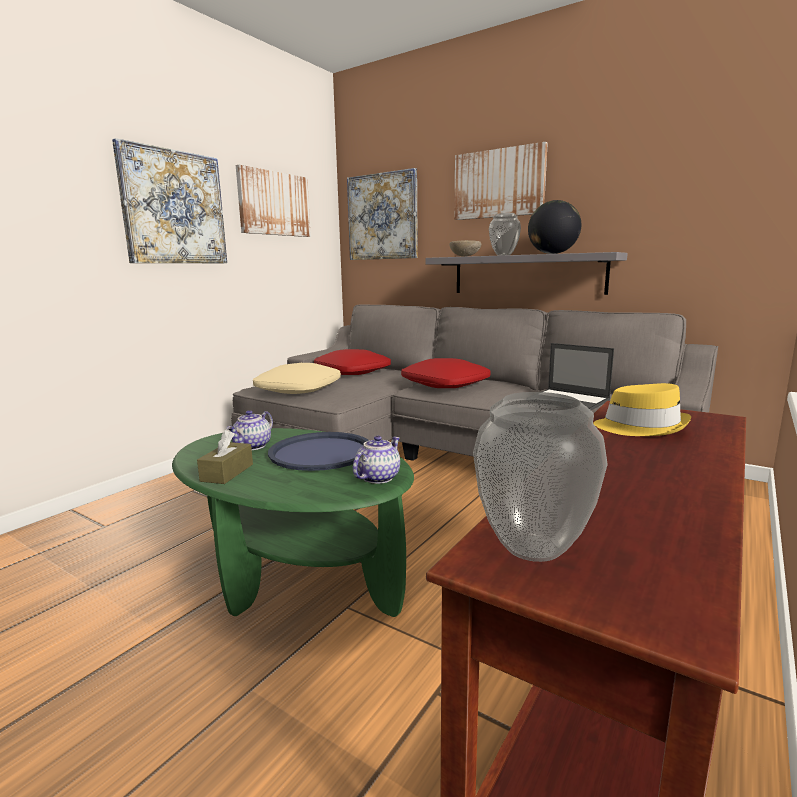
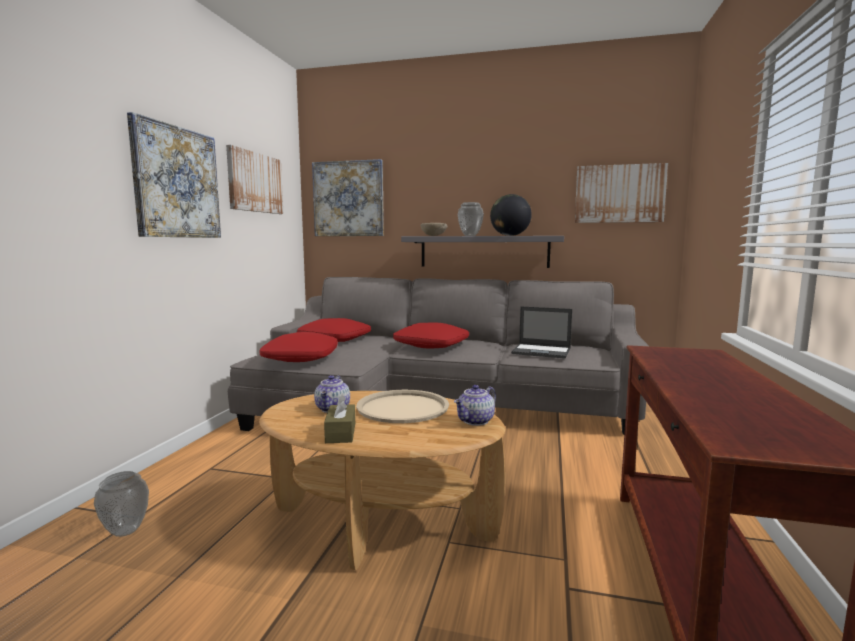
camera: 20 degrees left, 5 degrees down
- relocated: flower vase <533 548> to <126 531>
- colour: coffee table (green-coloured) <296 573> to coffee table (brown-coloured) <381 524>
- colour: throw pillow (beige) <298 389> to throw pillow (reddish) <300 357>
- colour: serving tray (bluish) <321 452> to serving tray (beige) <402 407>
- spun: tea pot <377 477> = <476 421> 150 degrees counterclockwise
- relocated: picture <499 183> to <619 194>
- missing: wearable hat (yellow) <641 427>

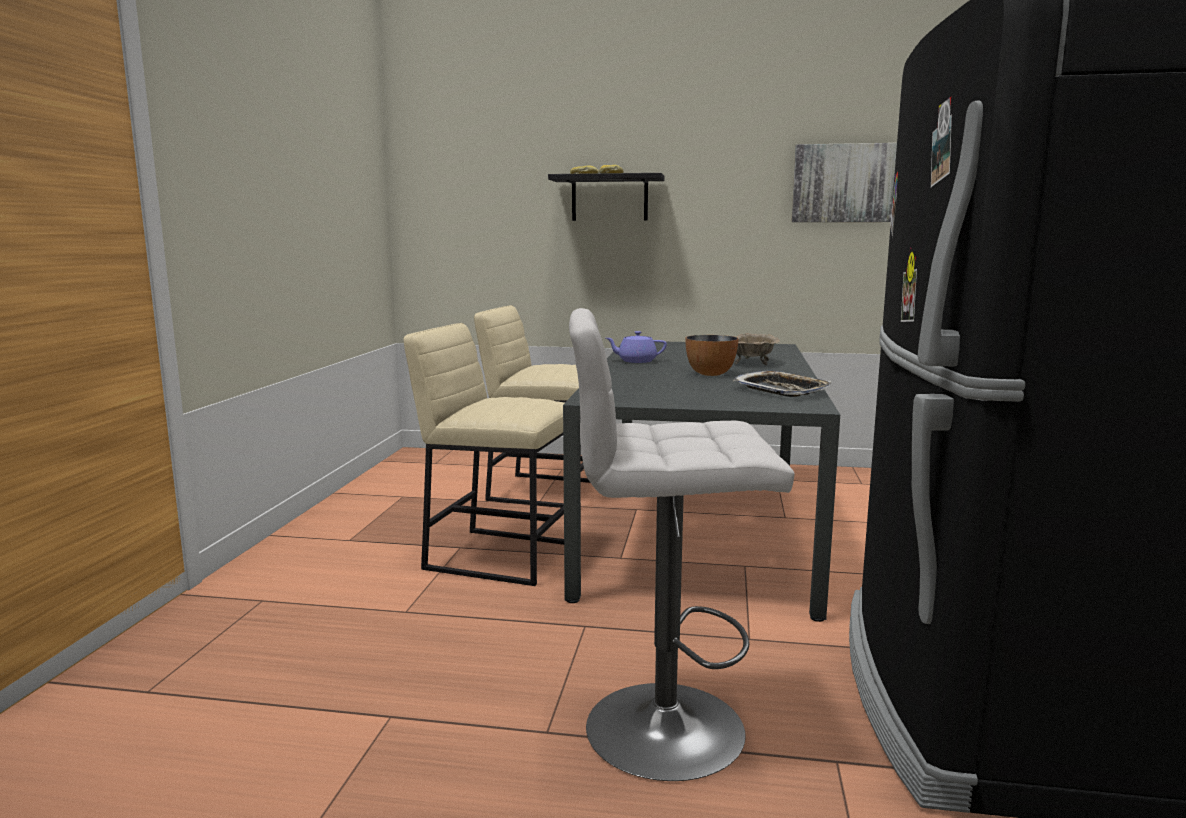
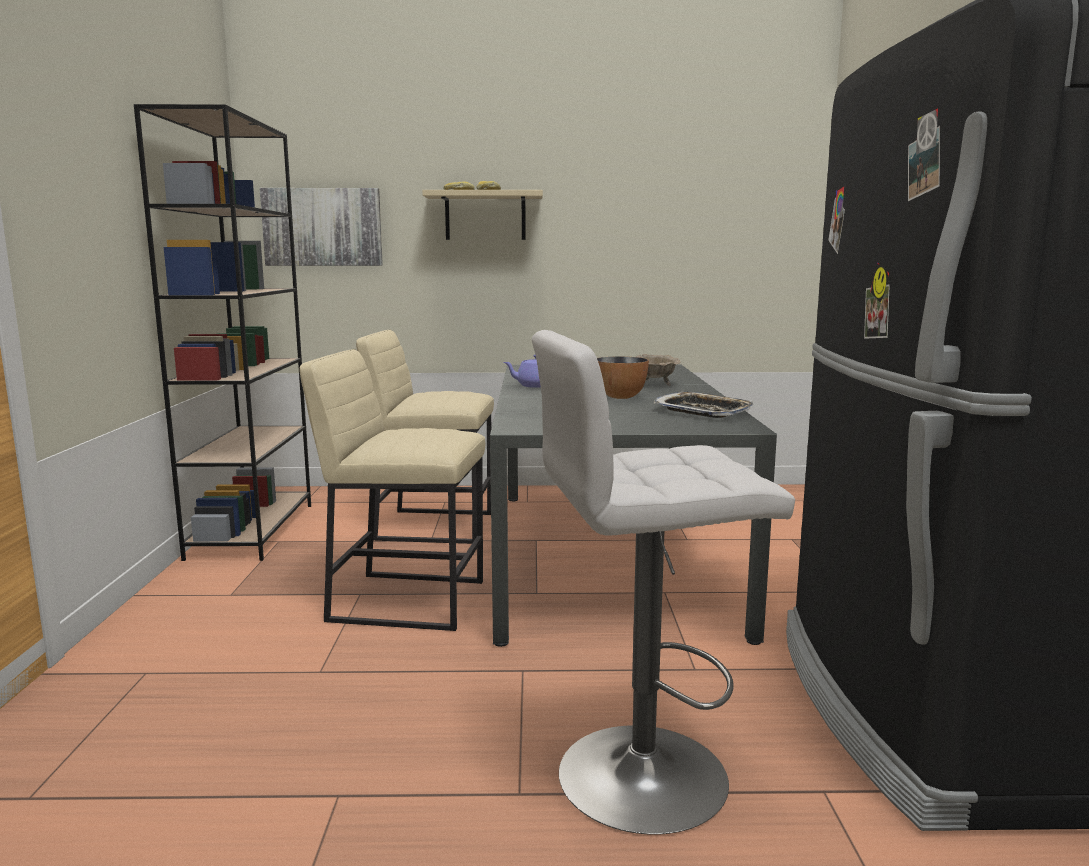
camera: 10 degrees left, 0 degrees up
- appeared: bookshelf (beige) <252 530>
- relocated: picture <853 183> to <322 227>
- colour: shelf (blackish) <609 198> to shelf (beige) <485 216>

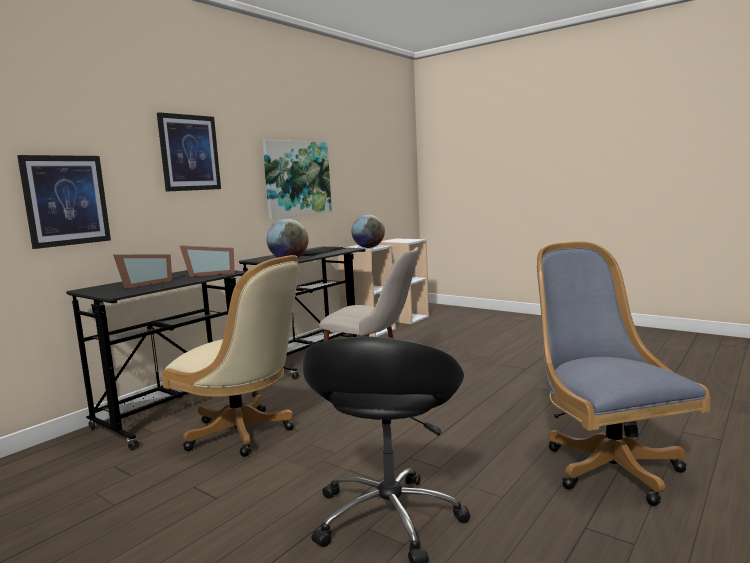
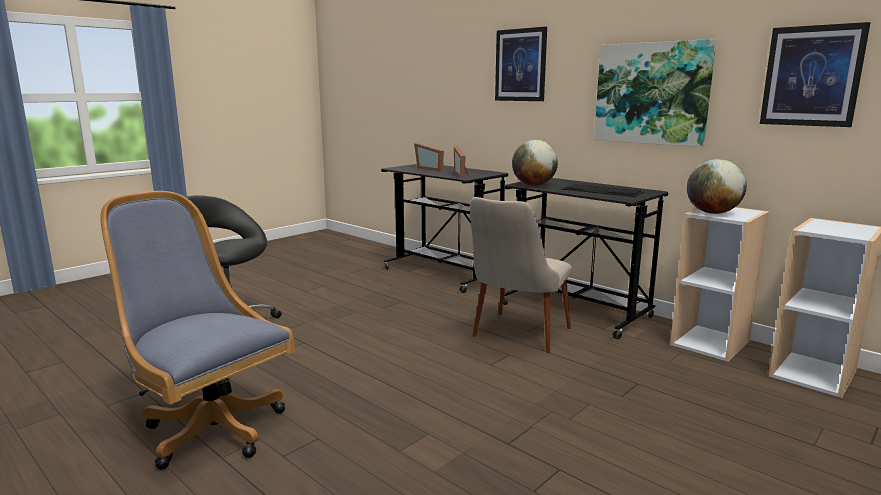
camera: 95 degrees right, 5 degrees up
- spun: computer chair (bluish) <604 464> = <207 426> 135 degrees counterclockwise
- relocated: picture <66 200> to <811 76>
- missing: computer chair (beige) <246 435>

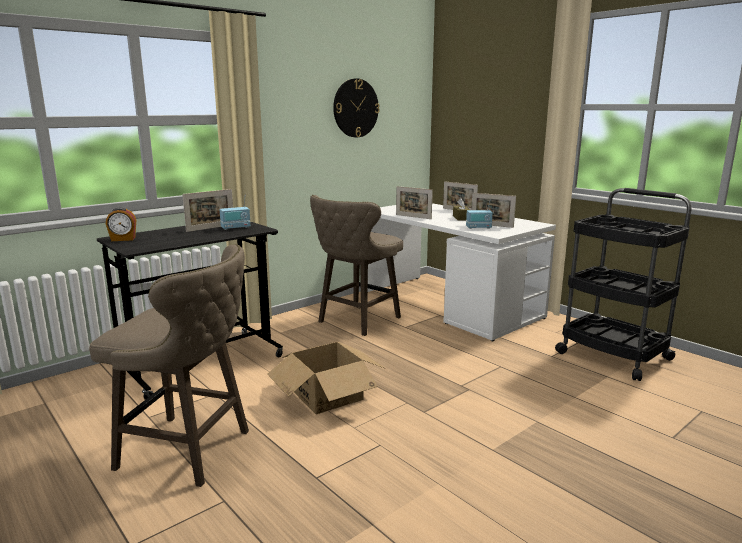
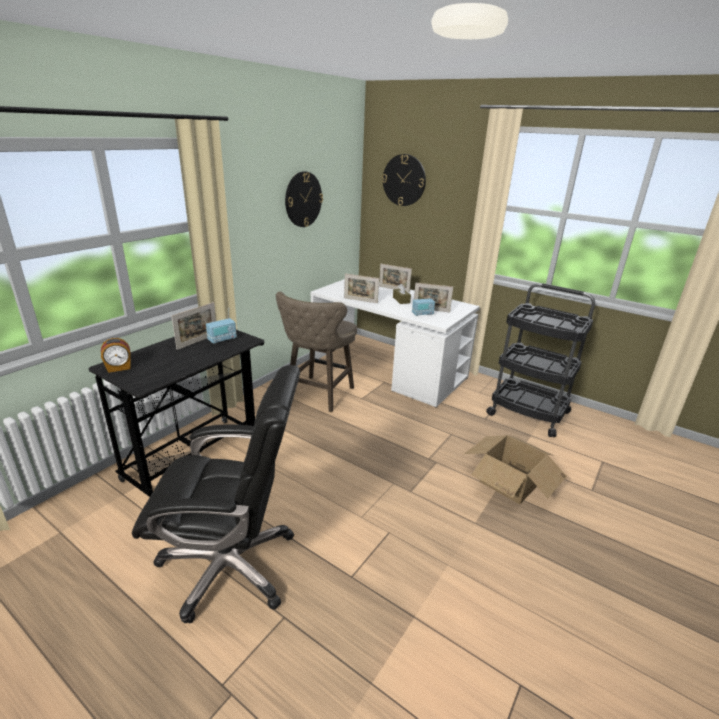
camera: 15 degrees left, 10 degrees up
- exchanged: stool seat (beige) <190 450> to computer chair (blackish) <230 566>
- appeared: hanging clock <404 180>
- relocated: packing box <328 395> to <510 482>

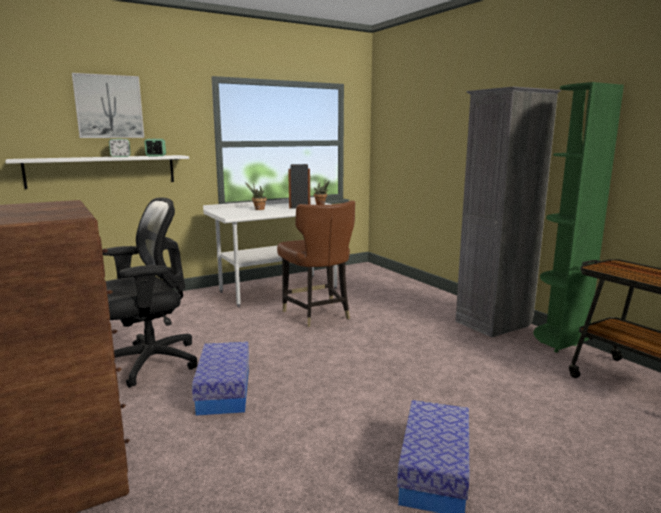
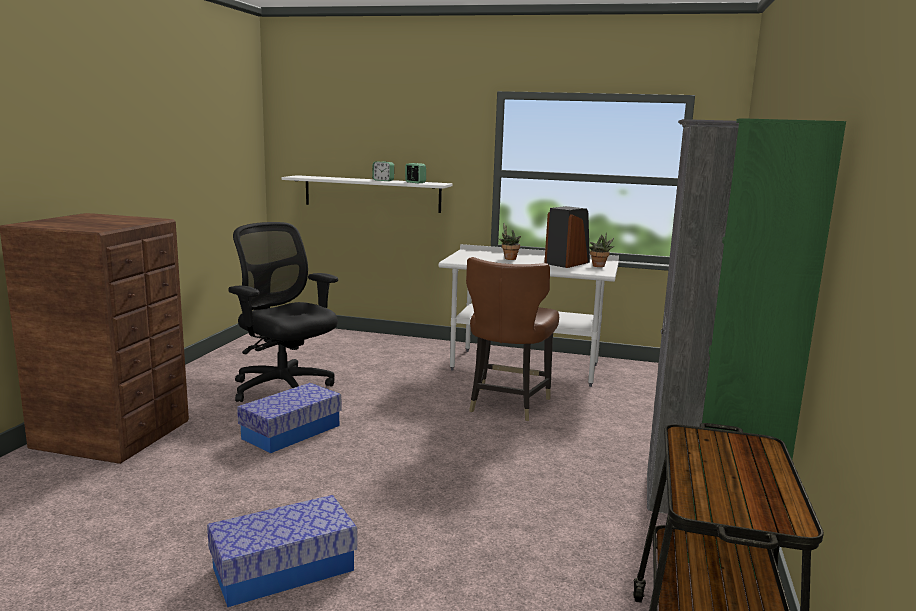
camera: 45 degrees right, 0 degrees up
- spun: computer chair (blackish) <144 365> = <287 389> 150 degrees counterclockwise
- missing: picture <109 106>

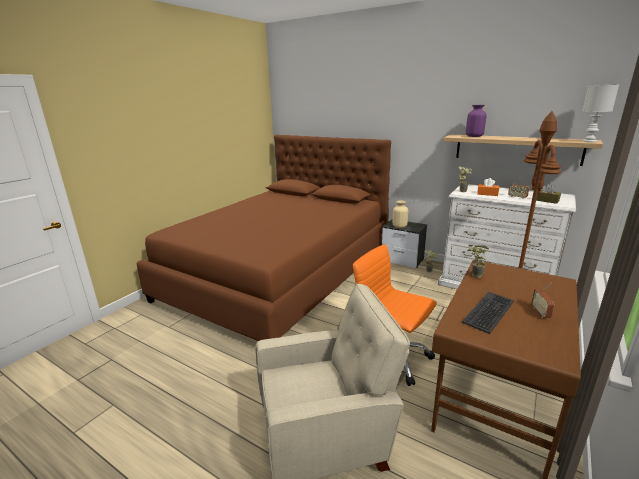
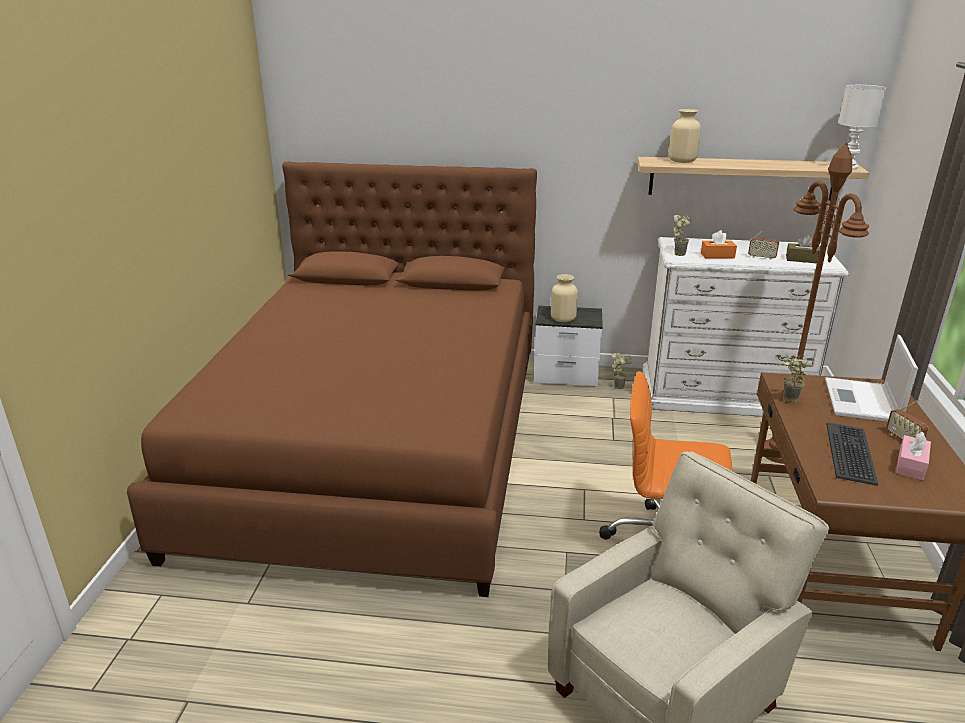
camera: 25 degrees left, 5 degrees up
- colour: flower vase (purplish) <474 136> to flower vase (beige) <682 161>
- appeared: notebook computer <862 401>
- appeared: tissue box (pinkish) <911 465>

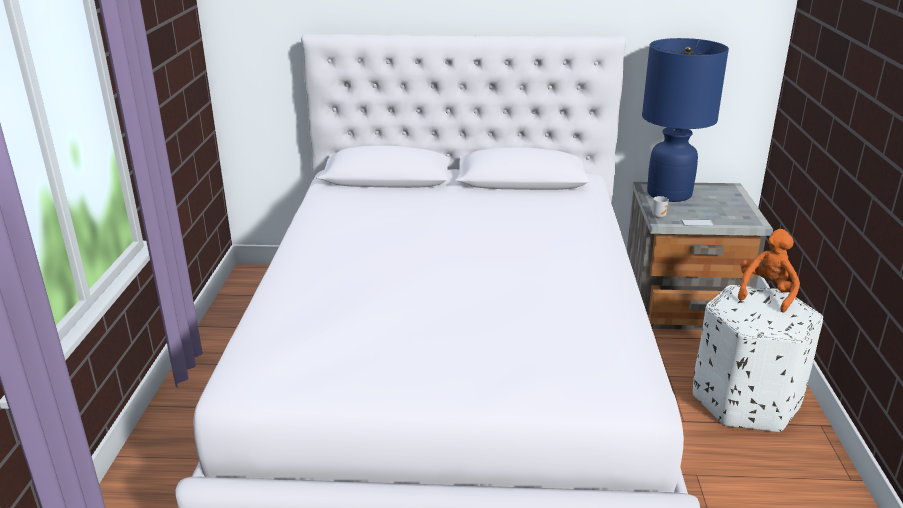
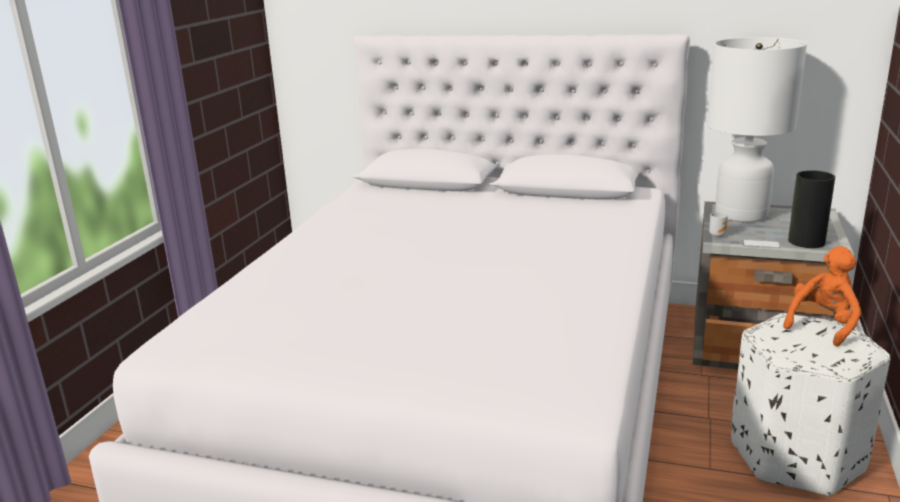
camera: 15 degrees right, 5 degrees down
- colour: lamp for a table (bluish) <668 194> to lamp for a table (white) <740 214>
- appeared: flower vase <805 241>

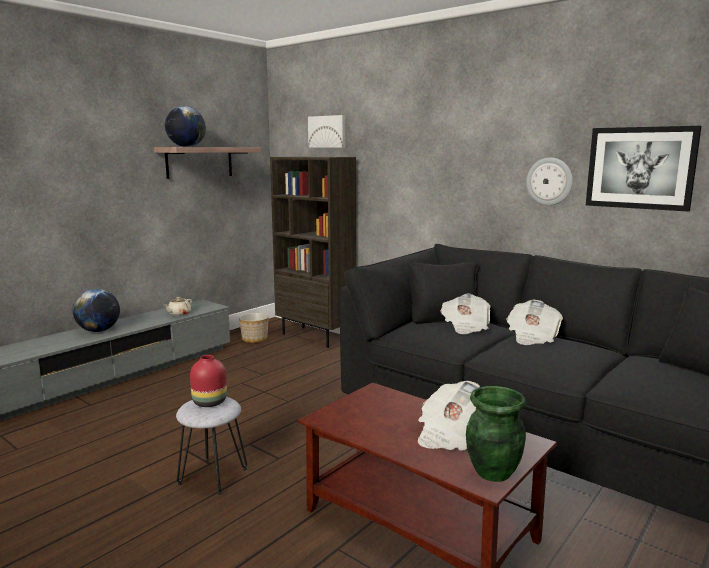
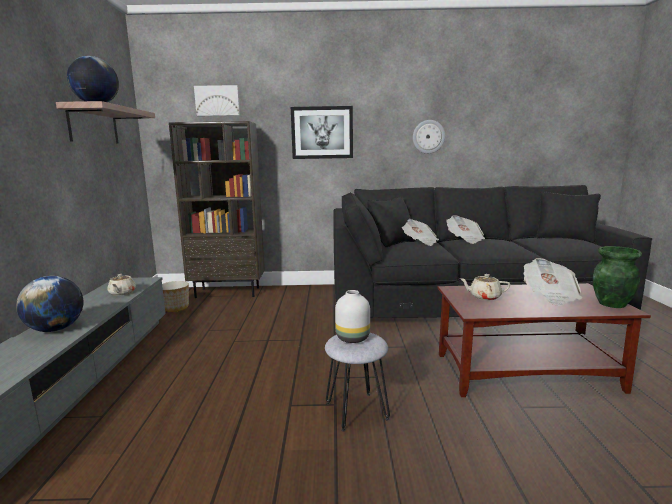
camera: 40 degrees left, 0 degrees up
- relocated: picture <640 168> to <322 132>
- colour: flower vase (reddish) <209 402> to flower vase (white) <352 338>
- appeared: tea pot (beige) <484 297>

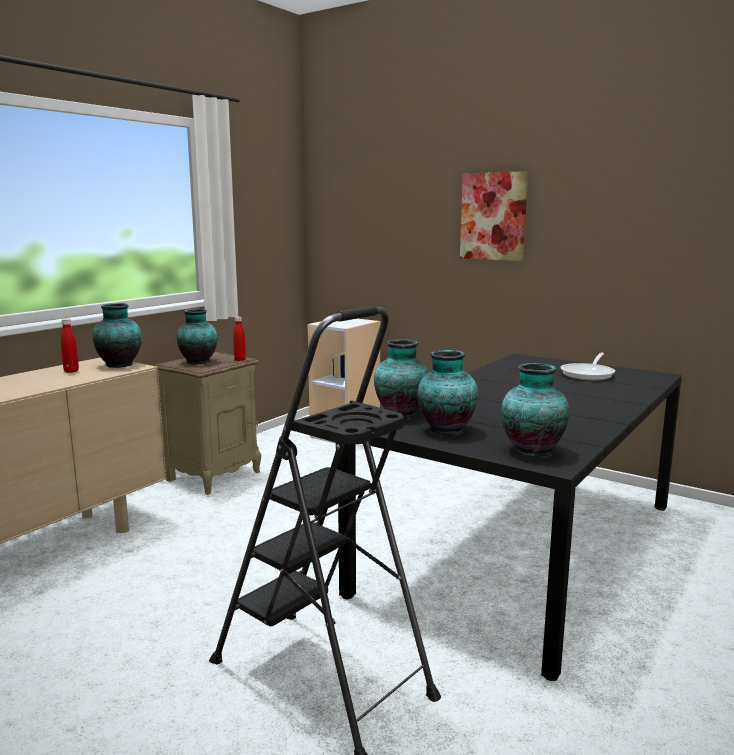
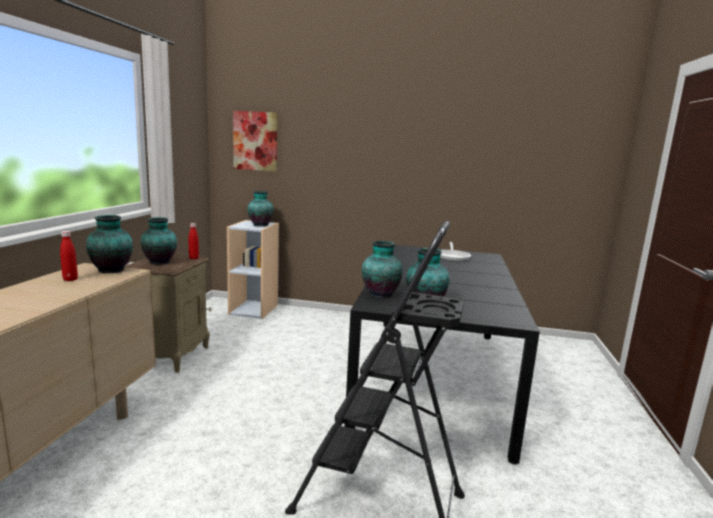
camera: 25 degrees left, 0 degrees up
- relocated: picture <493 216> to <255 141>
- relocated: flower vase <531 450> to <260 225>

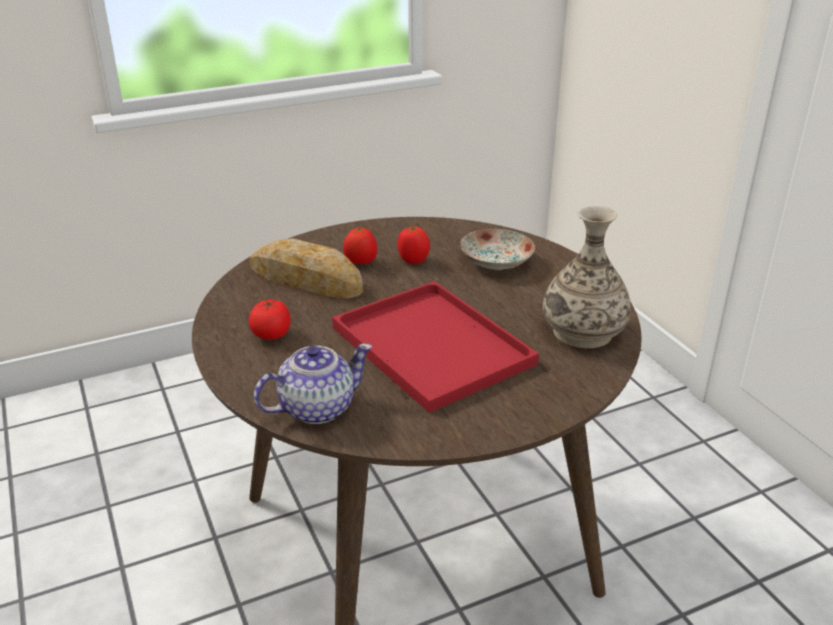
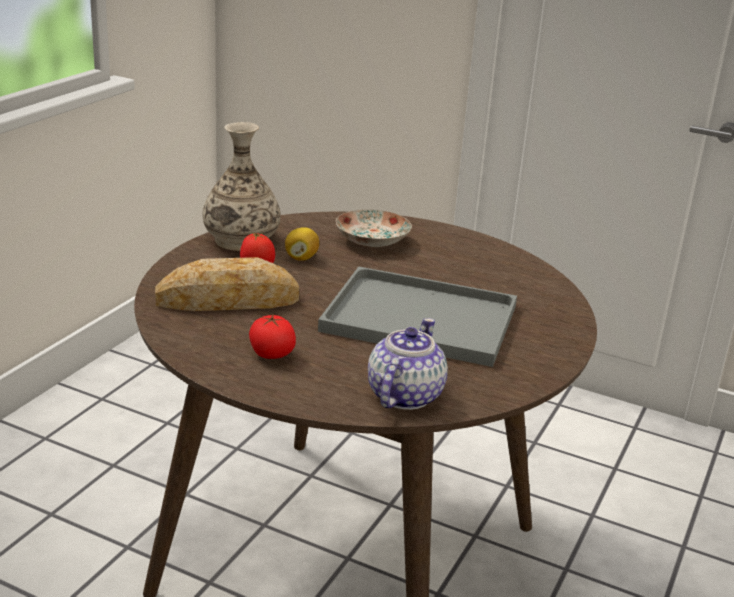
camera: 40 degrees left, 5 degrees down
- relocated: flower vase <582 331> to <241 240>
- exchanged: whole tomato <413 260> to whole lemon <301 258>
- colour: serving tray (reddish) <428 344> to serving tray (grey) <416 319>

